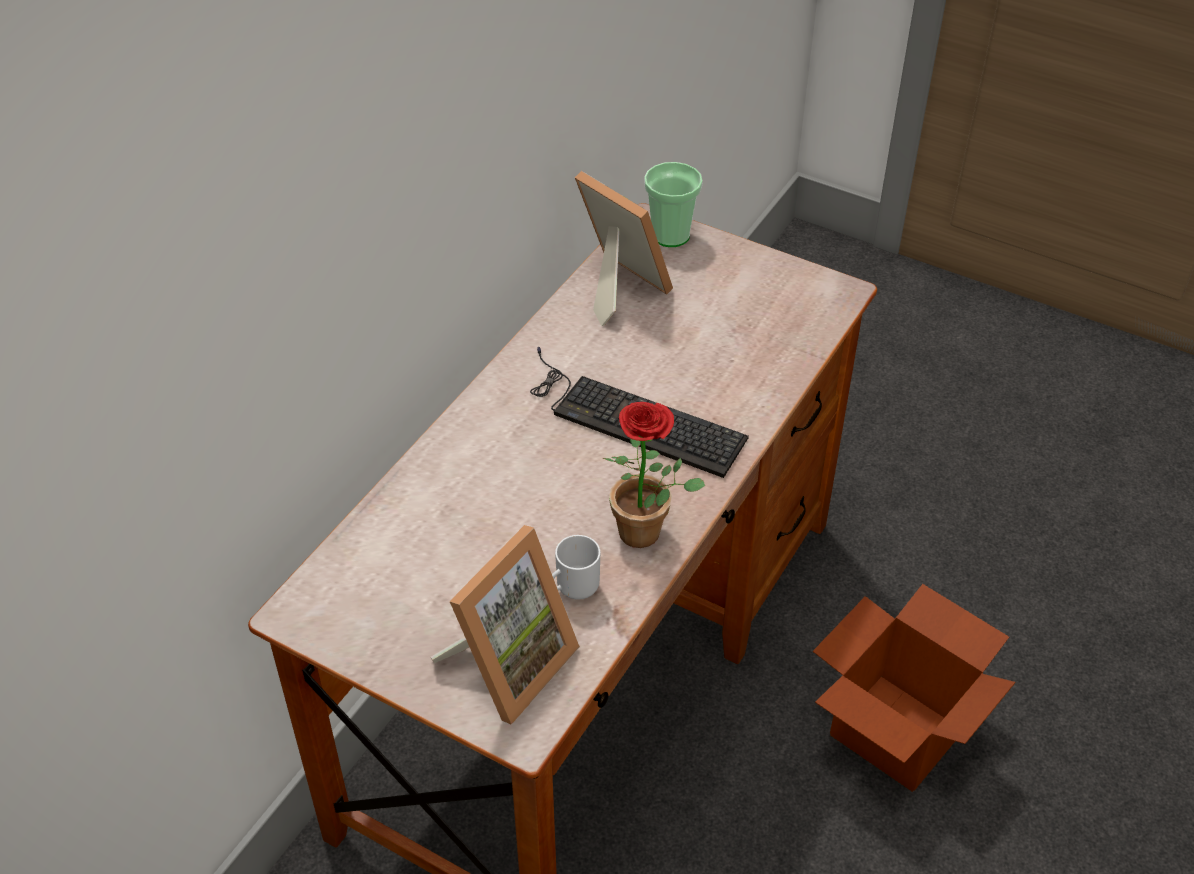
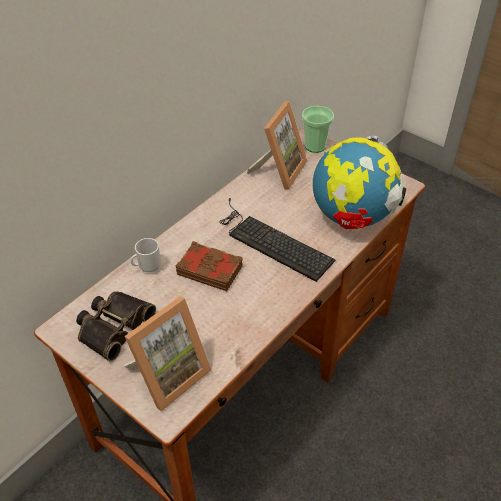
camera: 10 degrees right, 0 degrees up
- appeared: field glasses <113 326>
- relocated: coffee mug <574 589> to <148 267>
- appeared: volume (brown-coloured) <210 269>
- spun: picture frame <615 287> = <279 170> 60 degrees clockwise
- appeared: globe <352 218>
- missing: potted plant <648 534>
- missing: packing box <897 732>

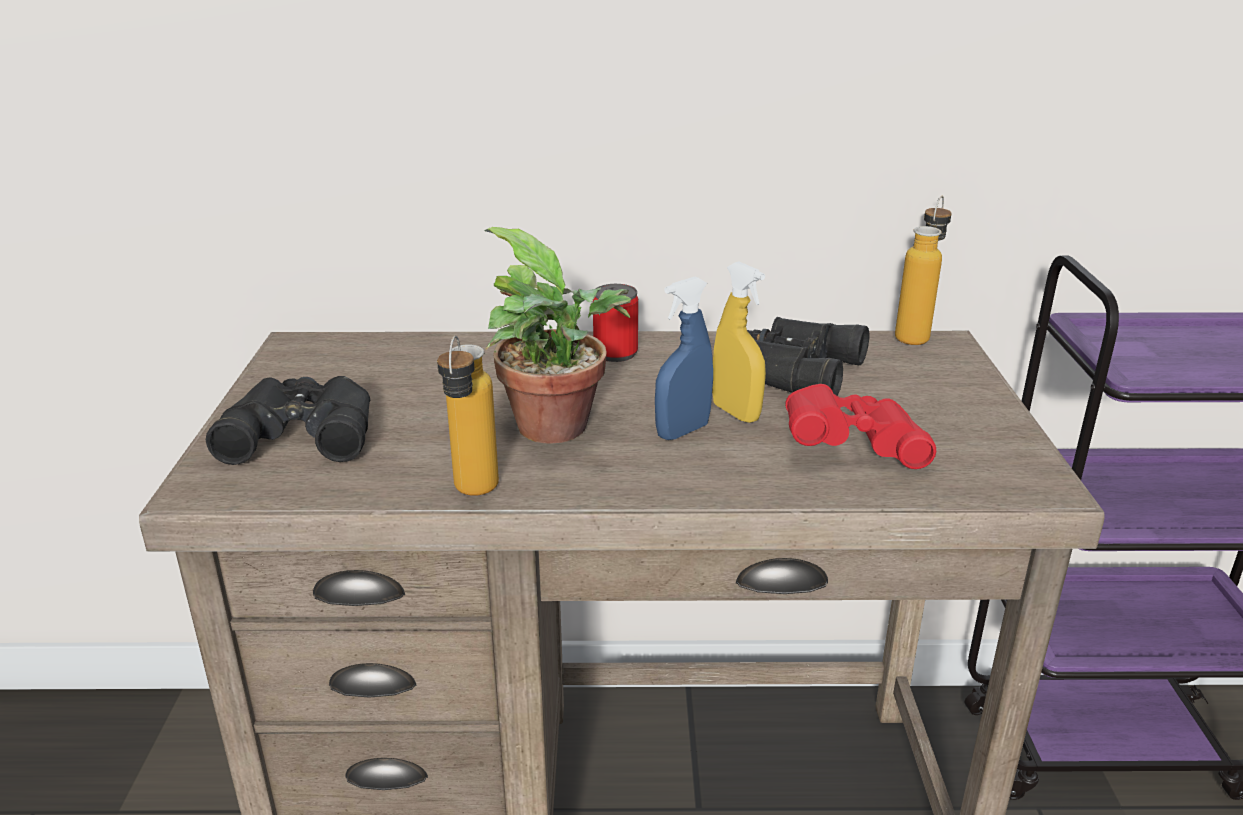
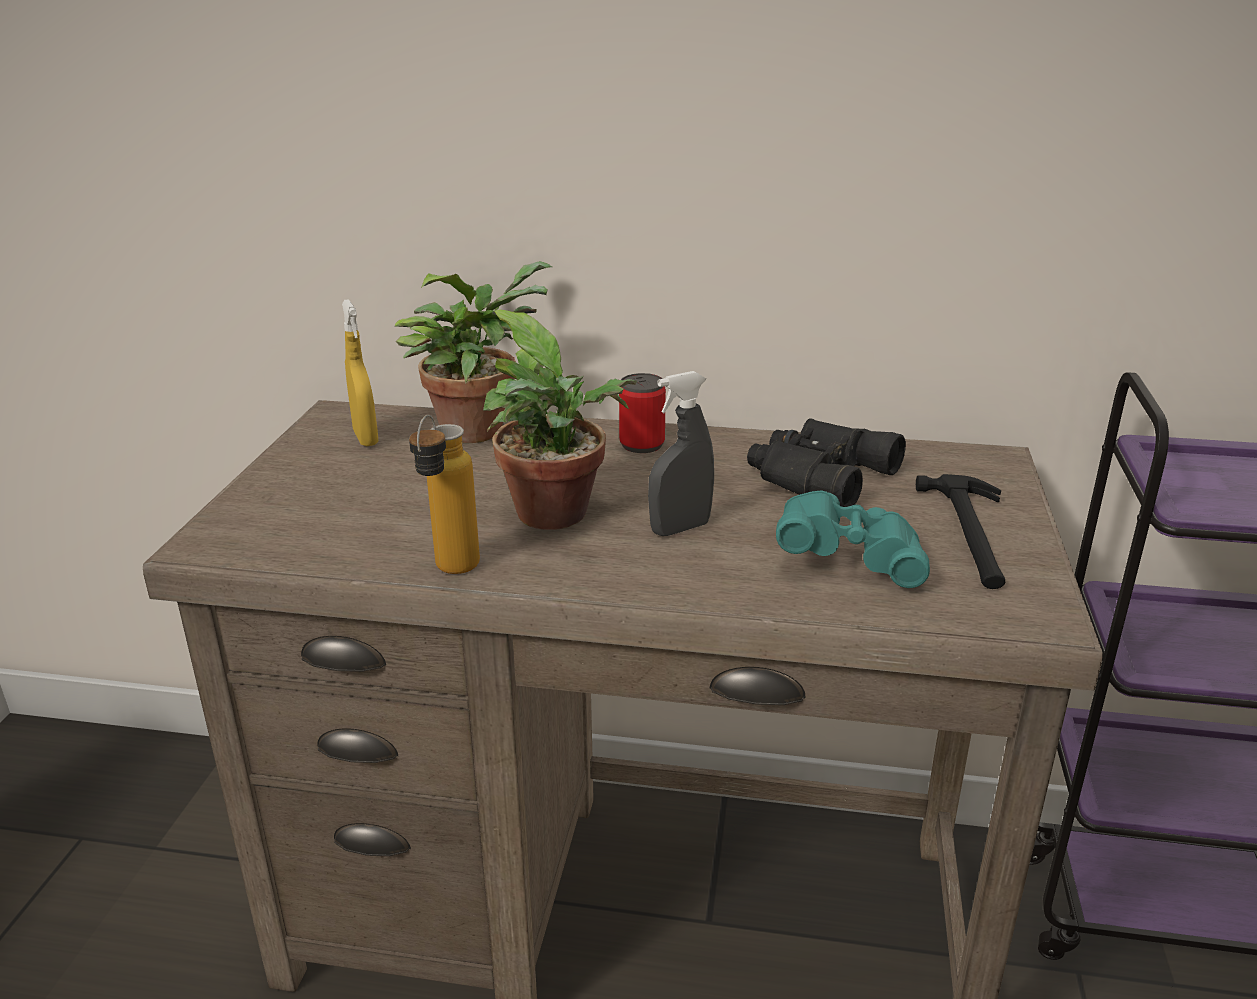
camera: 10 degrees right, 0 degrees up
- relocated: spray bottle (yellow) <736 413> to <366 438>
- appeared: potted plant <478 427>
- colour: spray bottle (bluish) <682 431> to spray bottle (grey) <680 528>
- colour: field glasses (reddish) <851 448> to field glasses (blue-green) <849 560>
- appeared: hammer <971 534>
- missing: field glasses (blackish) <303 430>
- missing: beverage bottle <916 334>

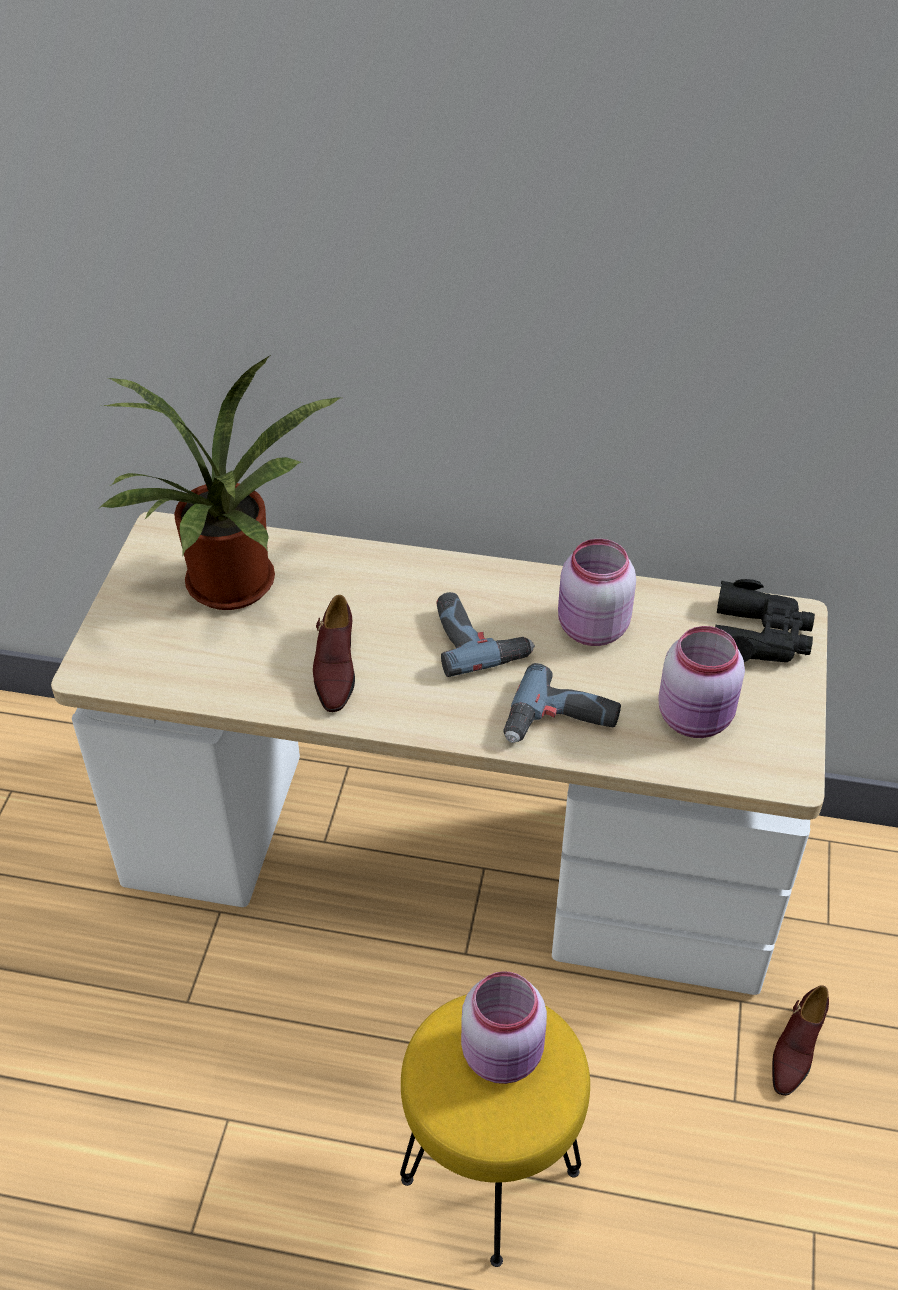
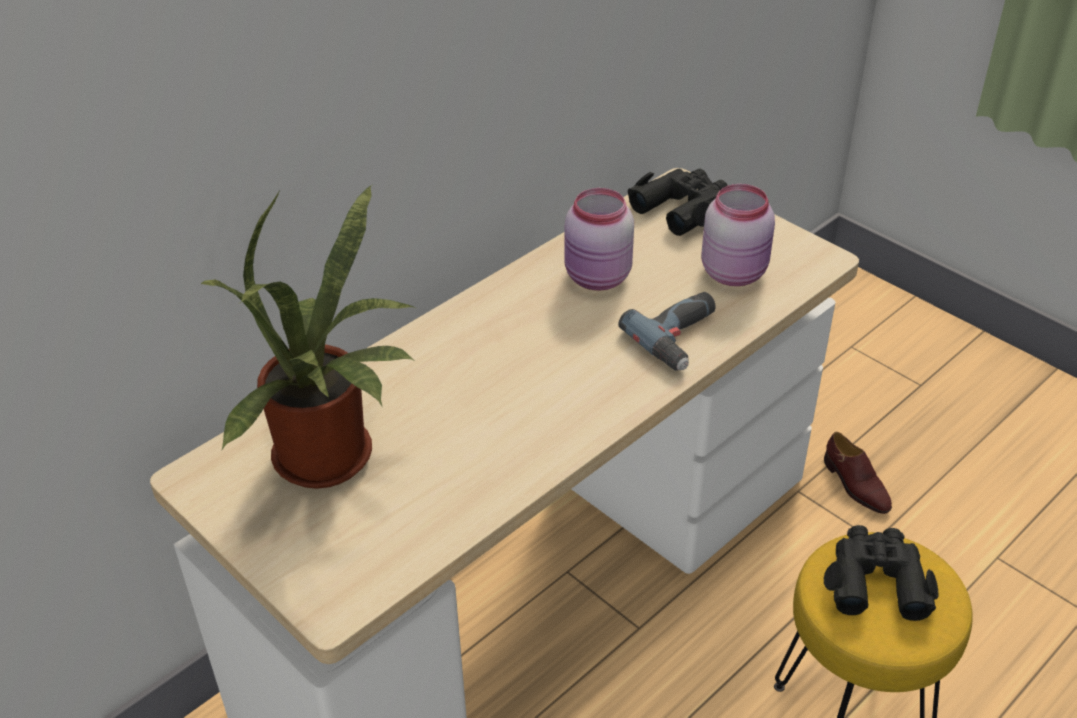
camera: 55 degrees left, 5 degrees down
- exchanged: storage jar (pinkish) <504 1055> to field glasses (blackish) <876 580>
- missing: item of footwear (brown-coloured) <335 669>
- missing: drill <478 639>

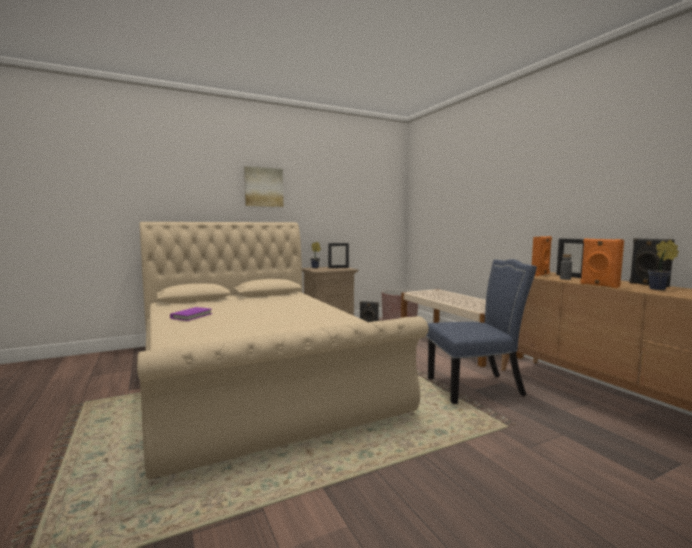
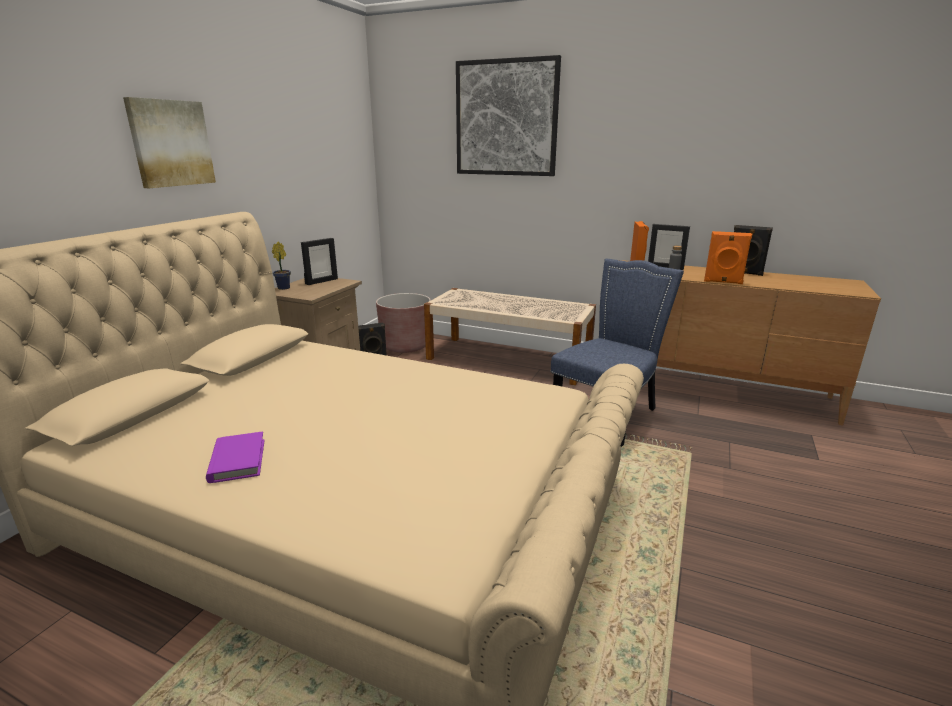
camera: 40 degrees left, 15 degrees up
- appeared: picture <506 118>
- missing: potted plant <659 289>

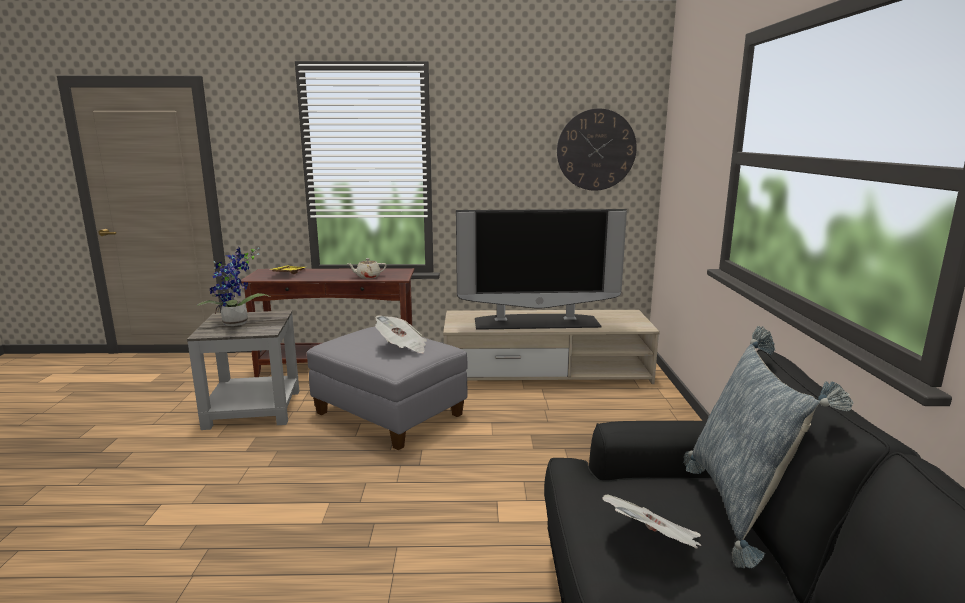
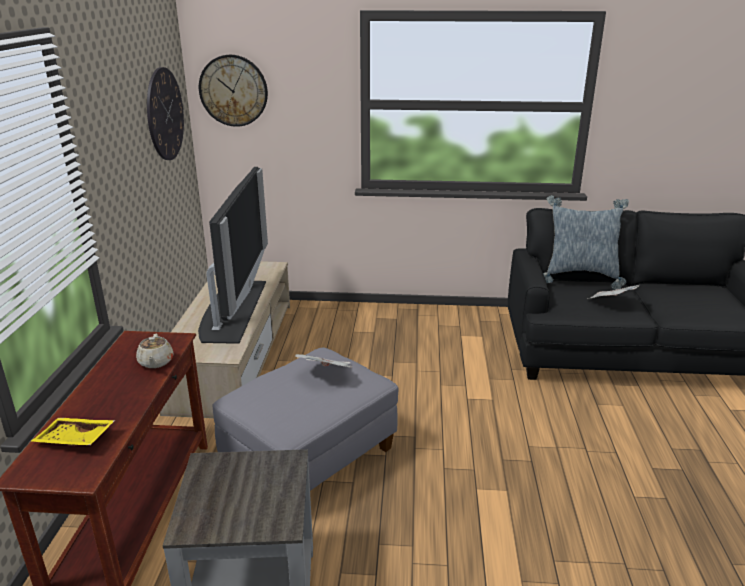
camera: 85 degrees left, 10 degrees up
- appeared: hanging clock <233 91>
- missing: potted plant <237 324>

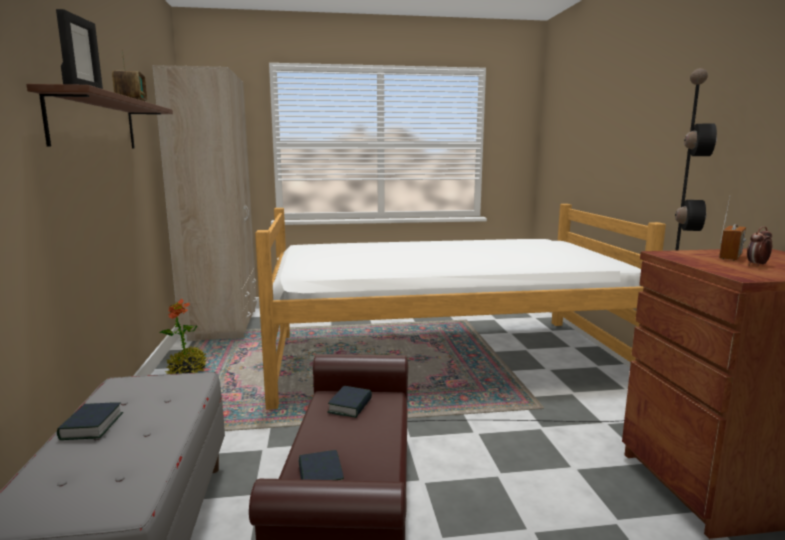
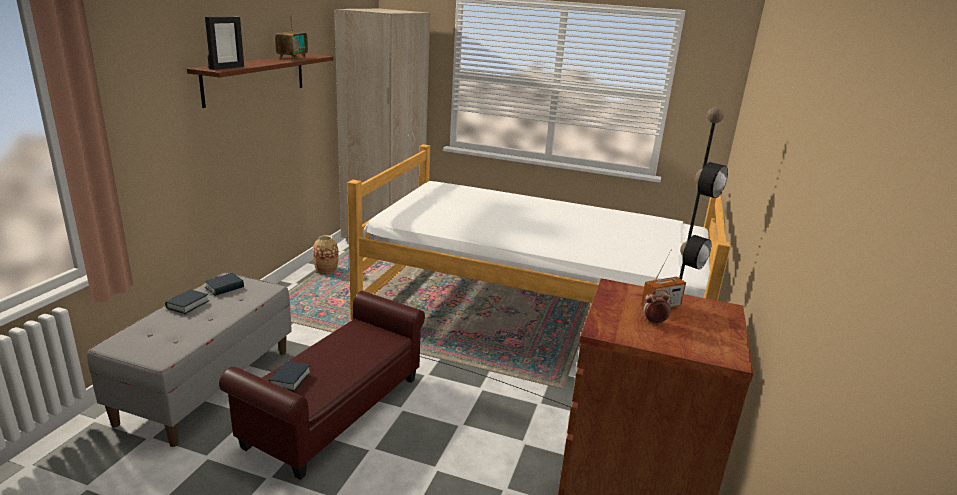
camera: 25 degrees right, 10 degrees up
- relocated: volume <350 406> to <224 287>
- exchanged: potted plant <187 371> to flower vase <326 271>

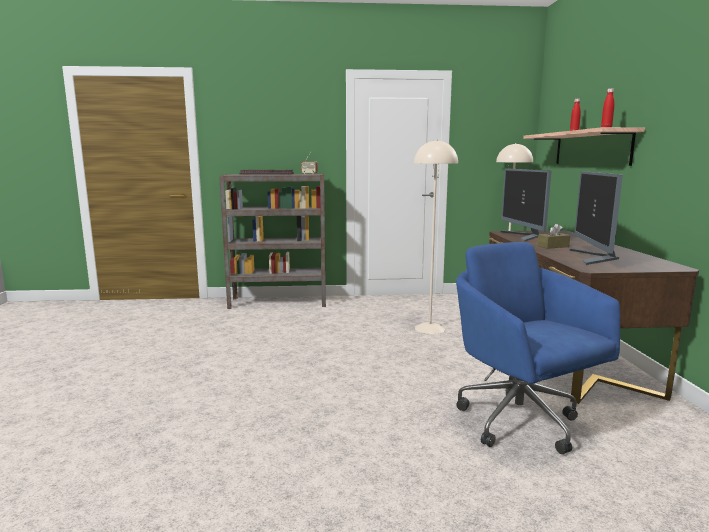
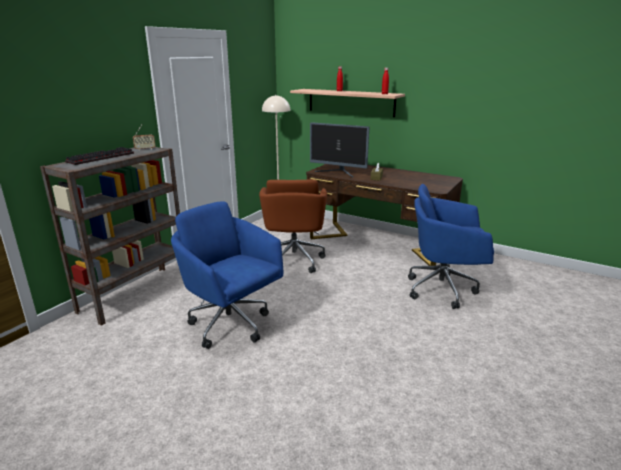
camera: 55 degrees left, 10 degrees up
- appeared: computer chair (bluish) <232 327>
- exchanged: standing lamp (beige) <429 328> to computer chair (brown-coloured) <294 260>
- missing: computer screen <594 258>

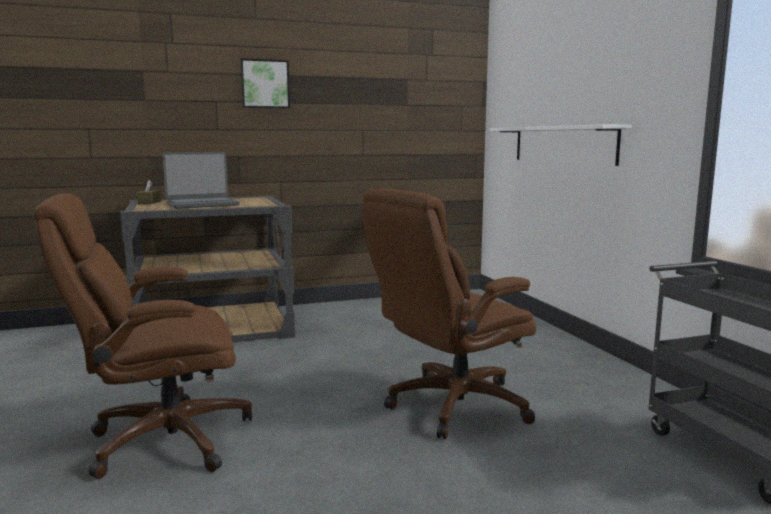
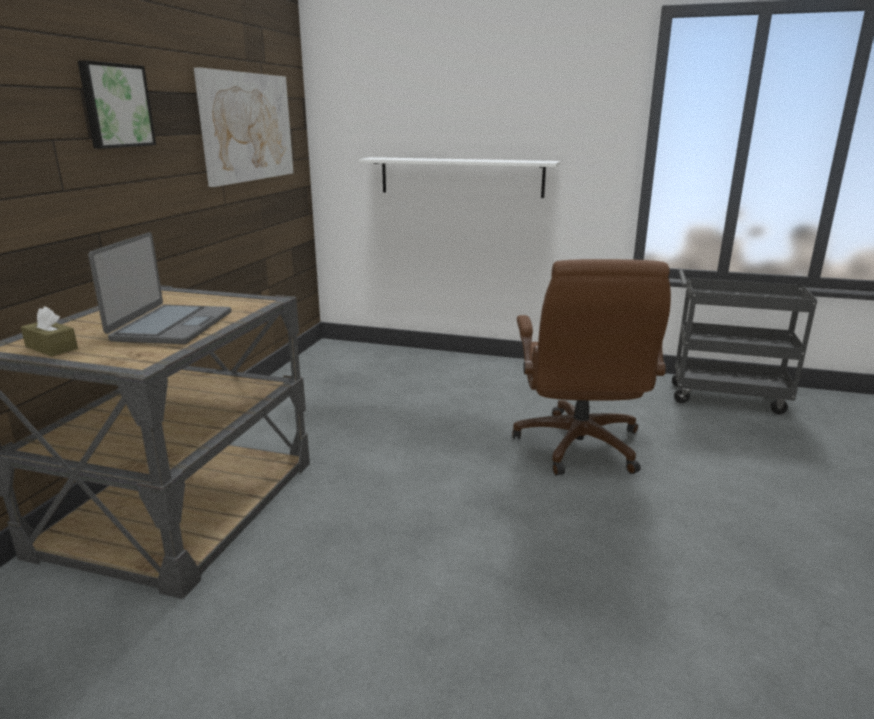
camera: 55 degrees left, 10 degrees up
- appeared: picture <247 127>
- missing: computer chair (brown-coloured) <158 441>

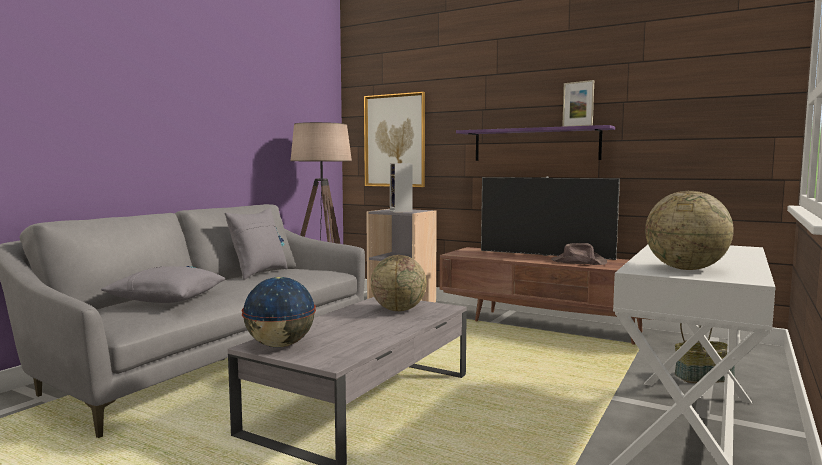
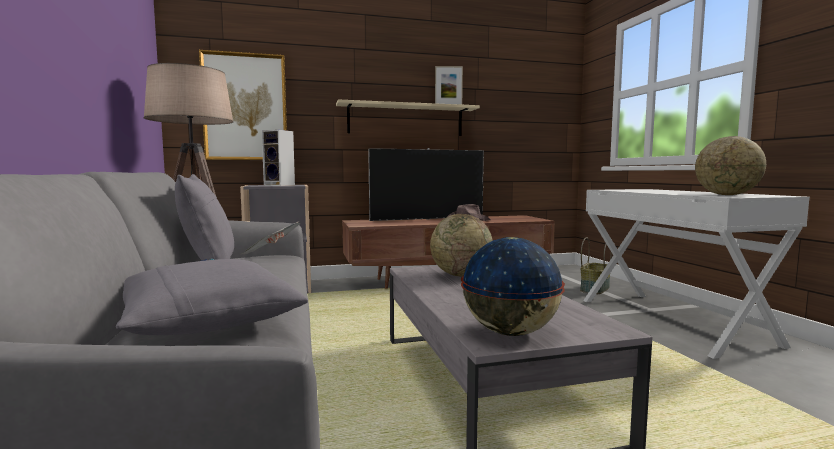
camera: 45 degrees left, 0 degrees up
- appeared: printed paper <271 254>
- colour: shelf (purplish) <535 144> to shelf (beige) <406 120>

